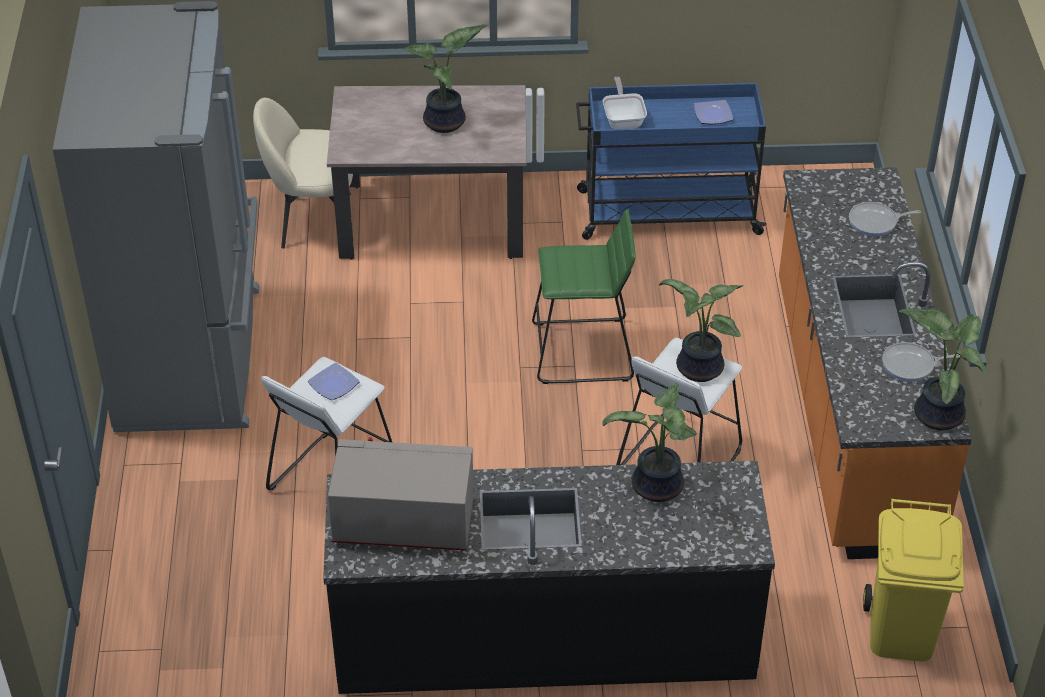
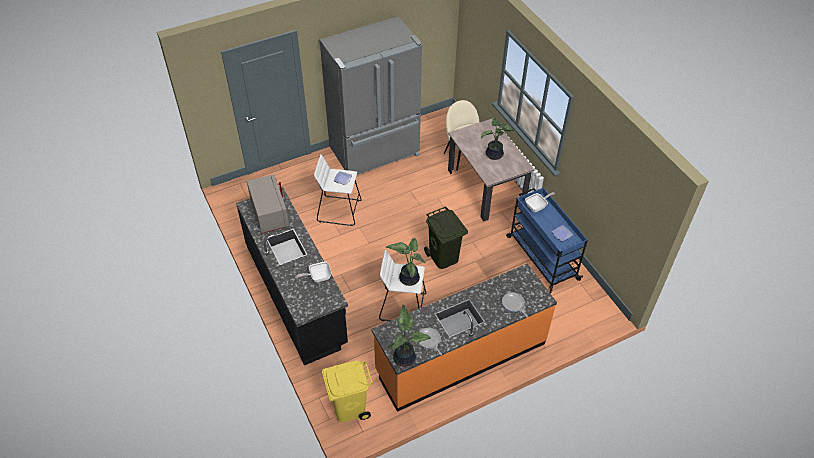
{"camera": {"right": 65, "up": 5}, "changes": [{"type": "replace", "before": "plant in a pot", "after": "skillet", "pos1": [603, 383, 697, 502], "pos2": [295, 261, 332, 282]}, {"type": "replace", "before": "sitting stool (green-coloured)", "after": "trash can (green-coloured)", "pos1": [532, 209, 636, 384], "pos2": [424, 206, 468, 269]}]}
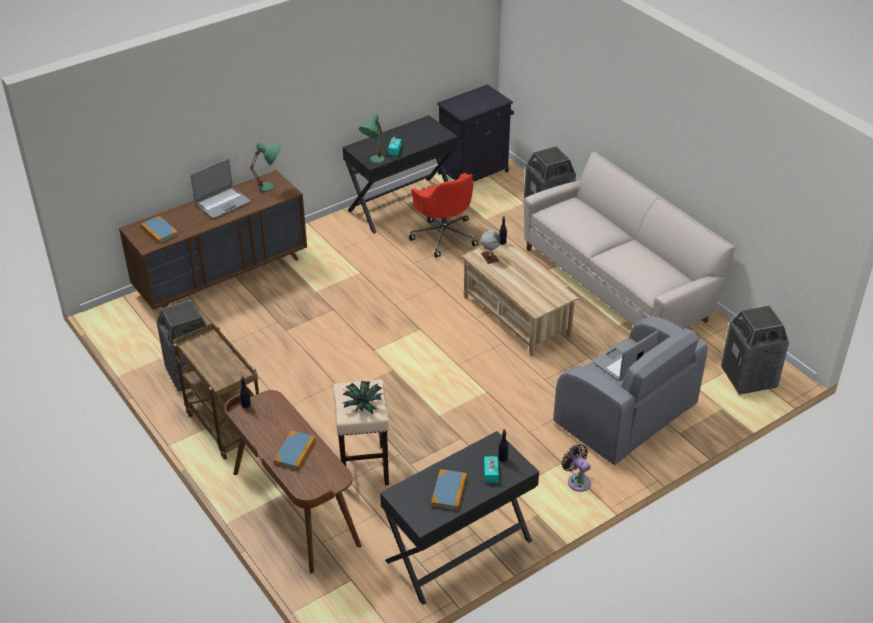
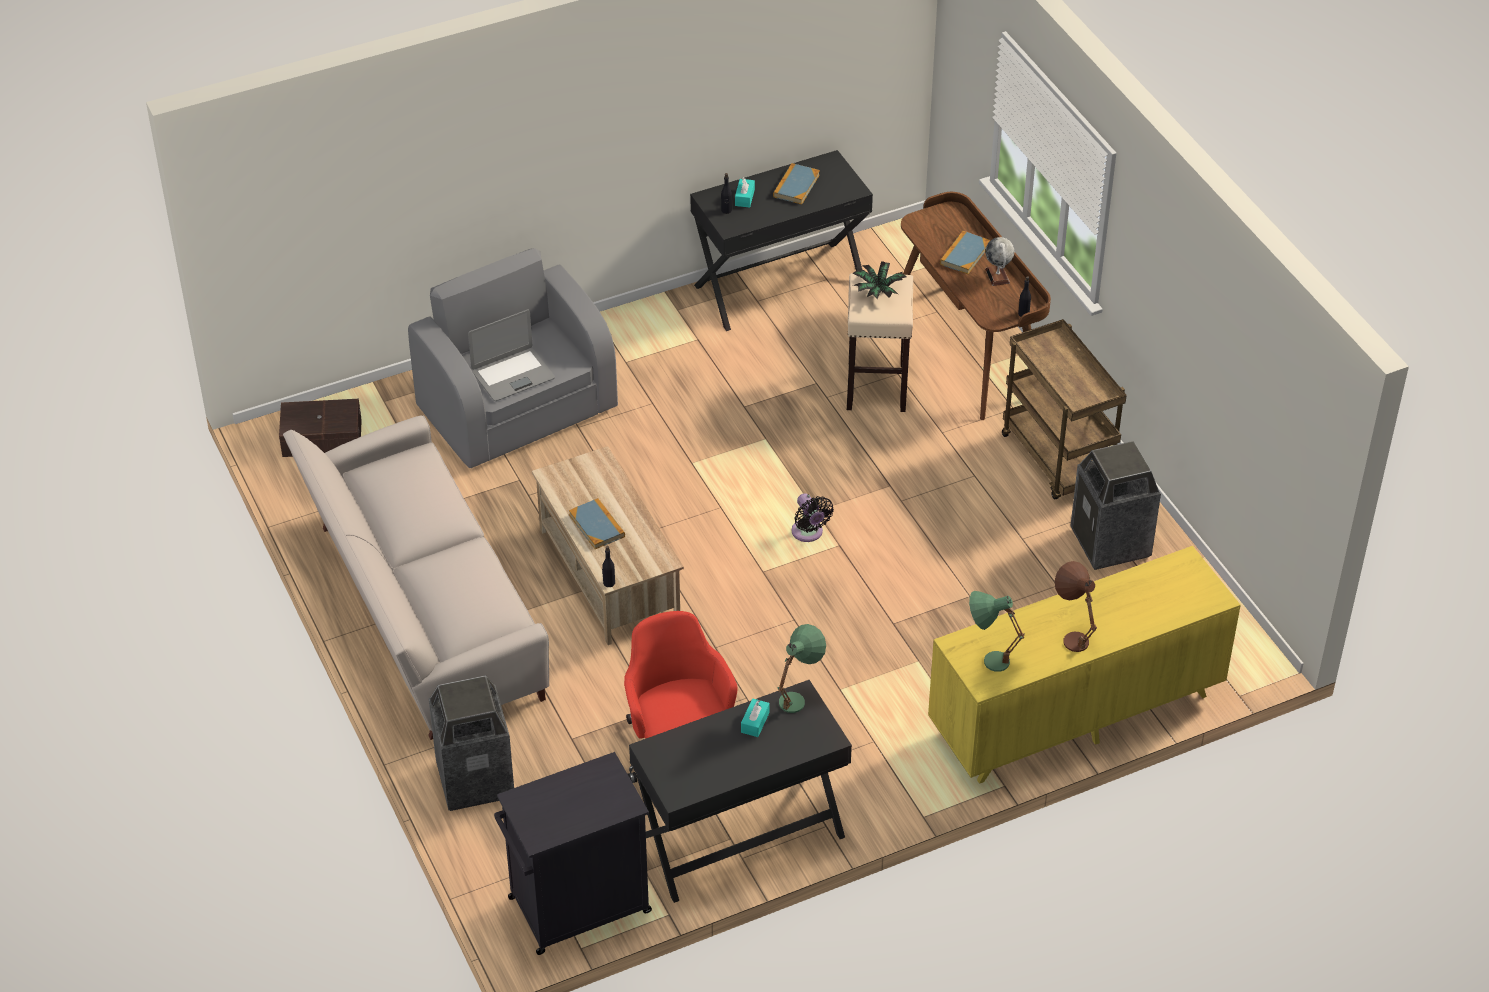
{"camera": {"right": -170, "up": 5}, "changes": [{"type": "replace", "before": "trash can", "after": "storage box (brown)", "pos1": [721, 306, 789, 395], "pos2": [279, 399, 362, 457]}, {"type": "move", "before": "bound book", "pos1": [141, 216, 178, 243], "pos2": [569, 498, 625, 549]}, {"type": "move", "before": "fan (black)", "pos1": [561, 444, 591, 492], "pos2": [792, 493, 834, 542]}, {"type": "recolor", "before": "drawer chest (brown)", "after": "drawer chest (yellowish)", "pos1": [119, 170, 307, 310], "pos2": [928, 546, 1241, 784]}, {"type": "move", "before": "globe", "pos1": [481, 229, 501, 264], "pos2": [985, 237, 1014, 286]}, {"type": "replace", "before": "laptop", "after": "lamp for a table (brown)", "pos1": [190, 159, 250, 218], "pos2": [1055, 561, 1097, 652]}]}
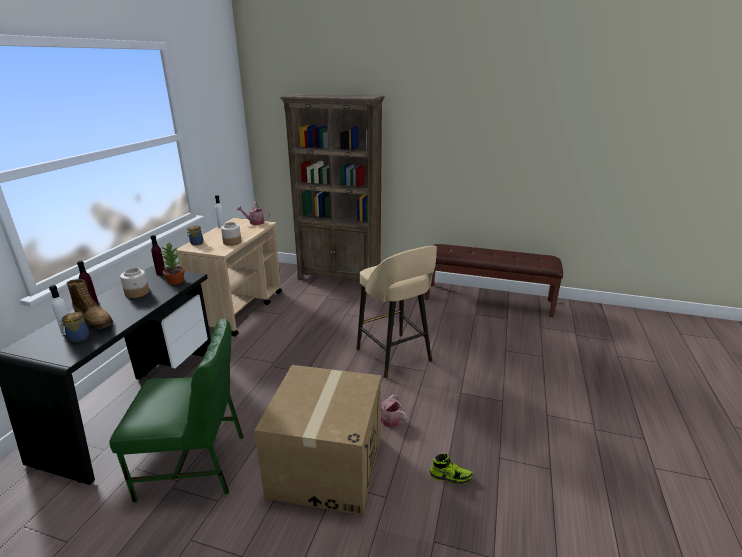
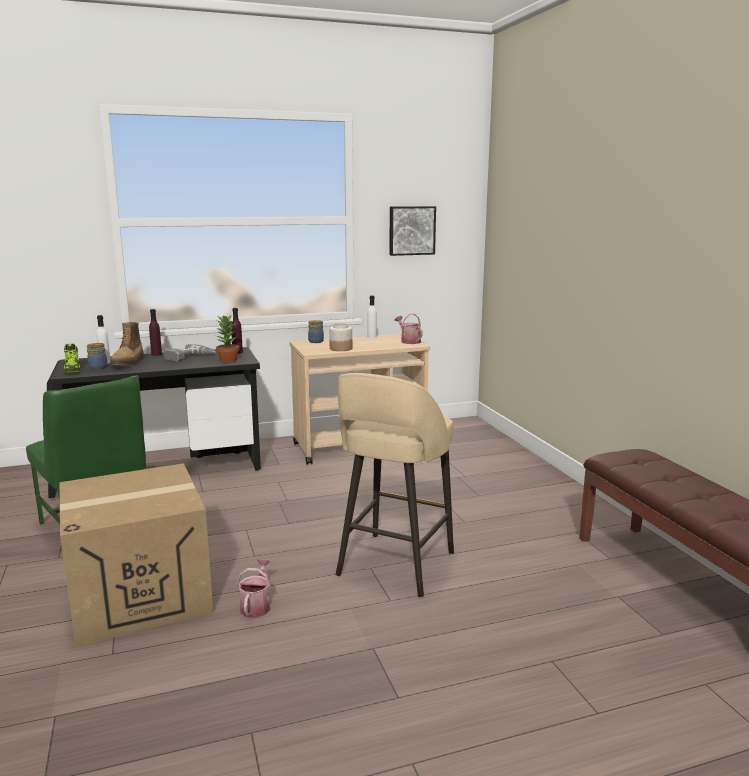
{"camera": {"right": 55, "up": -10}, "changes": [{"type": "move", "before": "shoe", "pos1": [430, 453, 473, 485], "pos2": [64, 343, 81, 373]}, {"type": "replace", "before": "storage jar", "after": "electric drill", "pos1": [120, 268, 149, 298], "pos2": [164, 344, 216, 362]}, {"type": "insert", "after": "wall picture", "pos2": [389, 206, 436, 256]}, {"type": "delete", "before": "shelving unit (brown)", "pos1": [280, 94, 385, 282]}]}
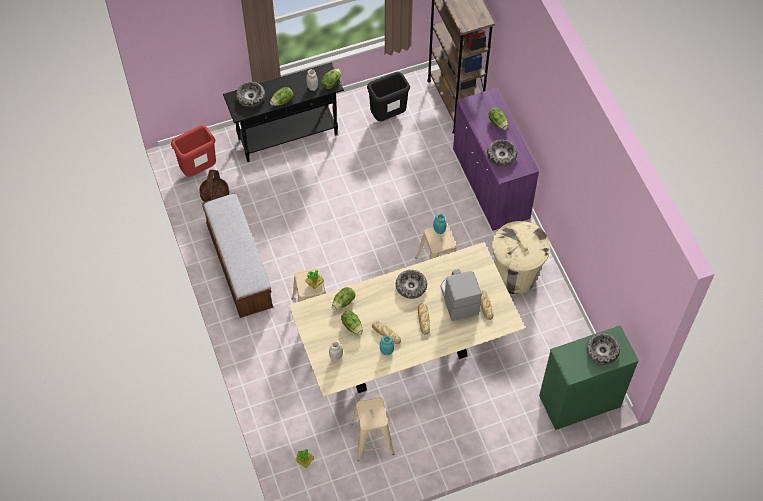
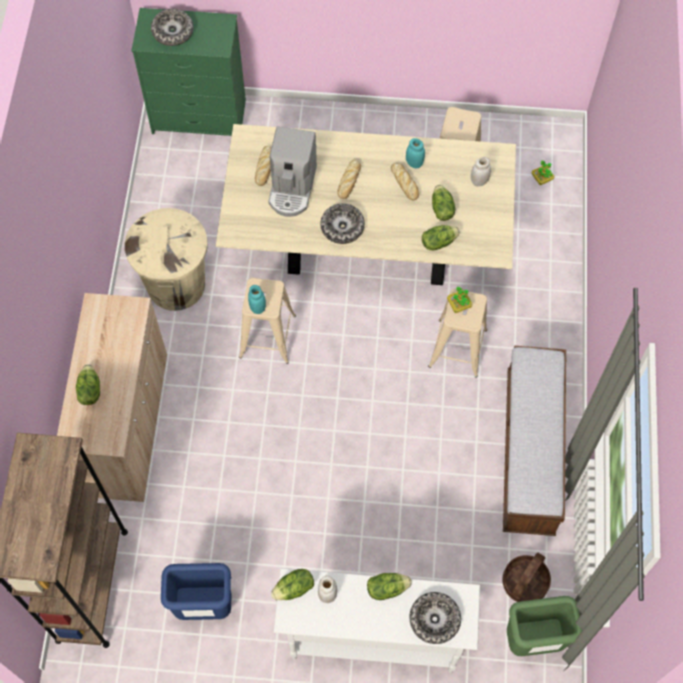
{"camera": {"right": -155, "up": 5}, "changes": [{"type": "recolor", "before": "cupboard (purple-coloured)", "after": "cupboard (beige-coloured)", "pos1": [453, 88, 539, 231], "pos2": [57, 293, 167, 502]}, {"type": "recolor", "before": "trash can (black)", "after": "trash can (bluish)", "pos1": [367, 72, 410, 121], "pos2": [161, 563, 232, 620]}, {"type": "recolor", "before": "narrow table (black)", "after": "narrow table (whitish)", "pos1": [223, 62, 344, 162], "pos2": [273, 568, 480, 673]}, {"type": "recolor", "before": "trash can (reddish)", "after": "trash can (green-coloured)", "pos1": [171, 125, 216, 177], "pos2": [507, 596, 582, 656]}, {"type": "delete", "before": "serving bowl", "pos1": [487, 139, 517, 166]}]}
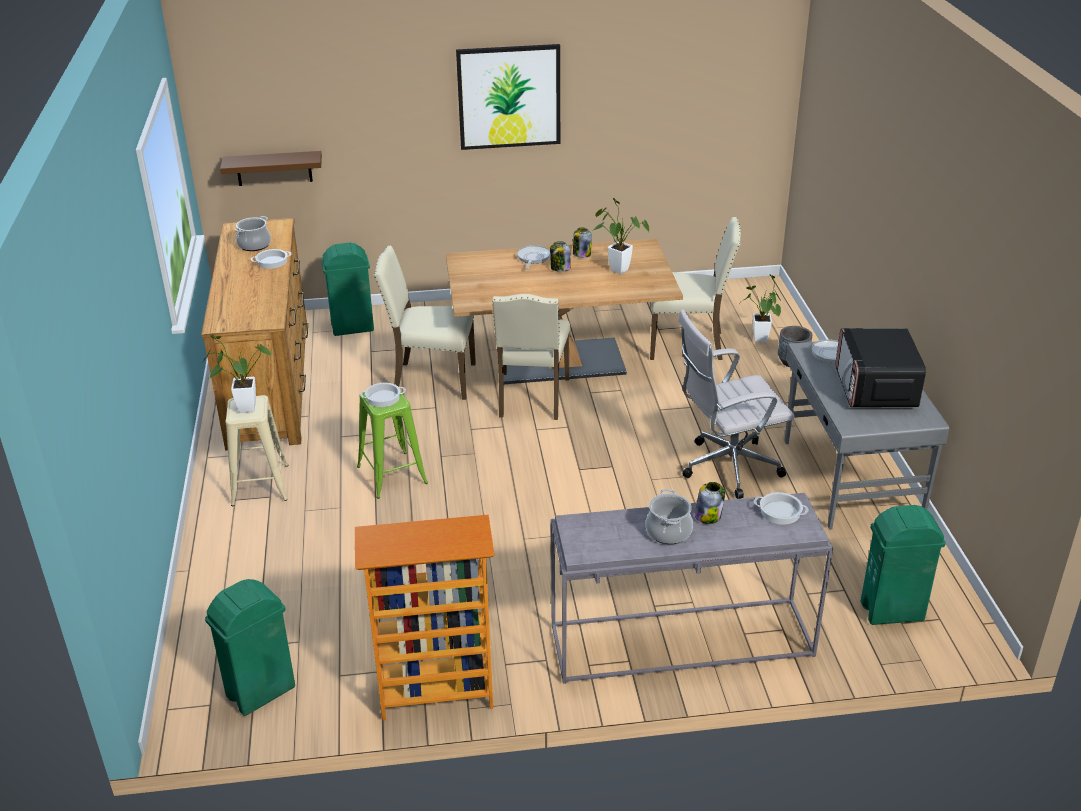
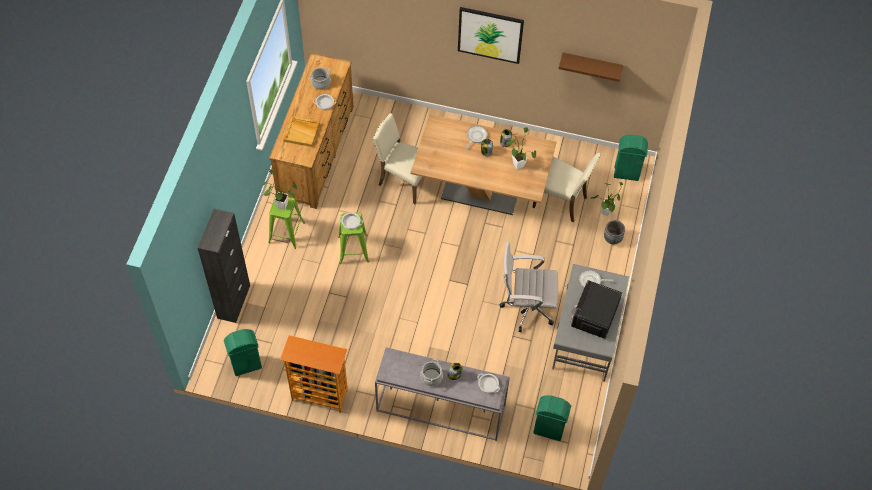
{"camera": {"right": 20, "up": 25}, "changes": [{"type": "insert", "after": "cupboard (black)", "pos2": [198, 209, 250, 323]}, {"type": "recolor", "before": "sitting stool (beige-coloured)", "after": "sitting stool (green-coloured)", "pos1": [225, 395, 288, 506], "pos2": [268, 197, 305, 249]}, {"type": "insert", "after": "serving tray (beige-coloured)", "pos2": [283, 116, 320, 147]}, {"type": "move", "before": "shelf (brown)", "pos1": [220, 151, 322, 186], "pos2": [559, 53, 623, 82]}, {"type": "move", "before": "trash can (green-coloured)", "pos1": [321, 243, 374, 336], "pos2": [614, 134, 648, 181]}, {"type": "delete", "before": "upright chair (beige-coloured)", "pos1": [492, 294, 570, 420]}]}
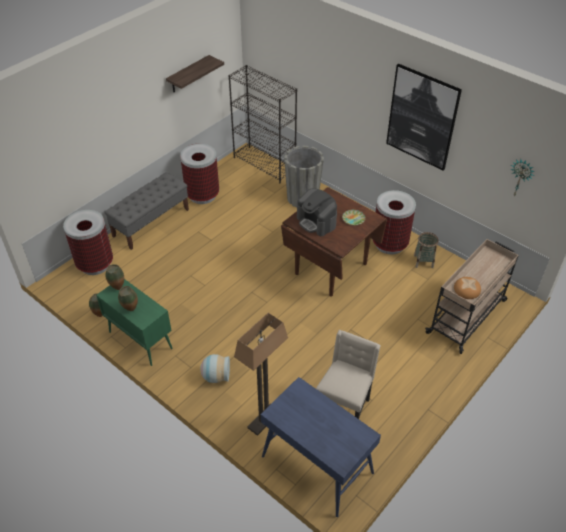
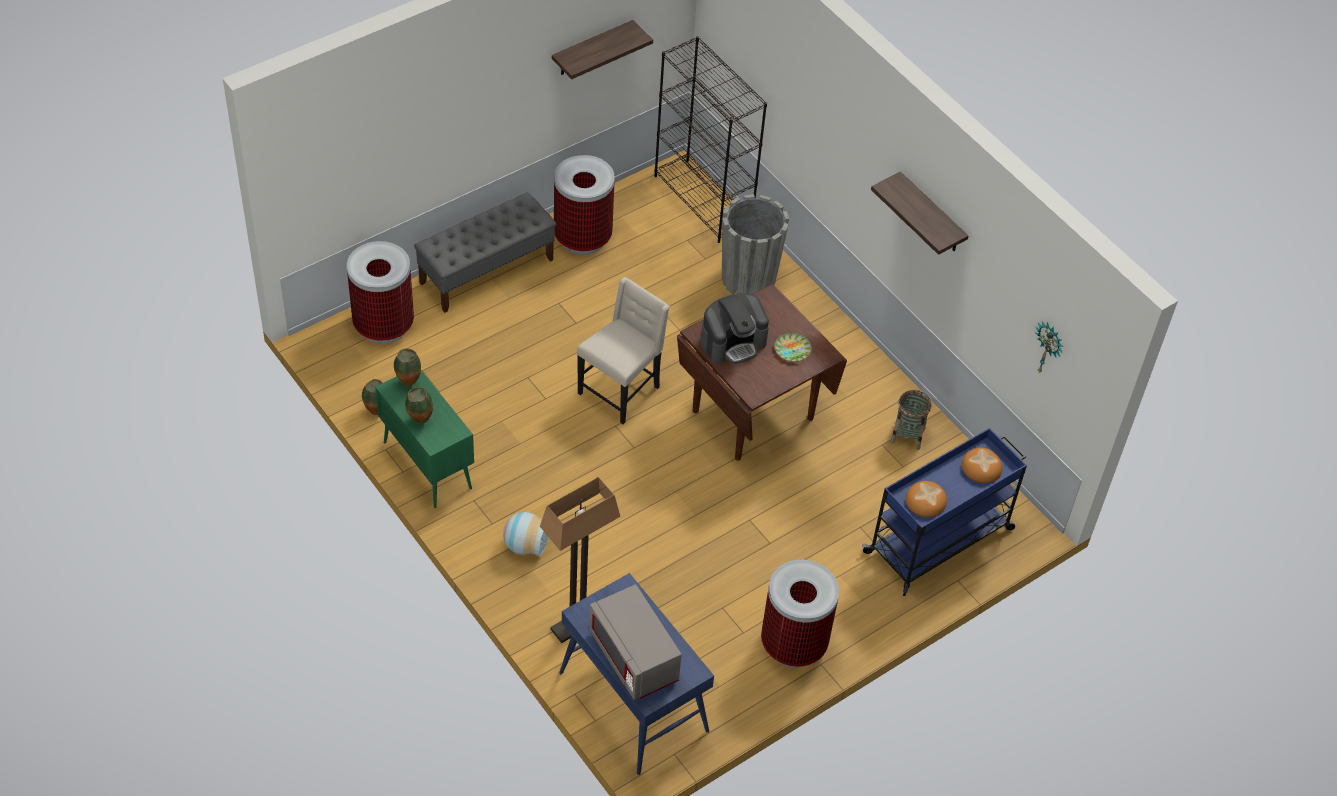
{"camera": {"right": 10, "up": 5}, "changes": [{"type": "move", "before": "upright chair (beige-coloured)", "pos1": [316, 330, 381, 419], "pos2": [577, 277, 670, 424]}, {"type": "insert", "after": "kitchen microwave (greyish)", "pos2": [589, 584, 682, 700]}, {"type": "rotate", "before": "coffee machine", "pos1": [297, 188, 337, 236], "pos2": [701, 293, 769, 364], "turn": -90}, {"type": "move", "before": "trash can", "pos1": [372, 190, 416, 254], "pos2": [761, 560, 839, 668]}, {"type": "recolor", "before": "trolley (beige-coloured)", "after": "trolley (bluish)", "pos1": [425, 239, 519, 354], "pos2": [862, 428, 1027, 596]}, {"type": "replace", "before": "wall picture", "after": "shelf", "pos1": [386, 64, 462, 170], "pos2": [871, 172, 969, 255]}, {"type": "insert", "after": "bread", "pos2": [961, 448, 1003, 483]}]}
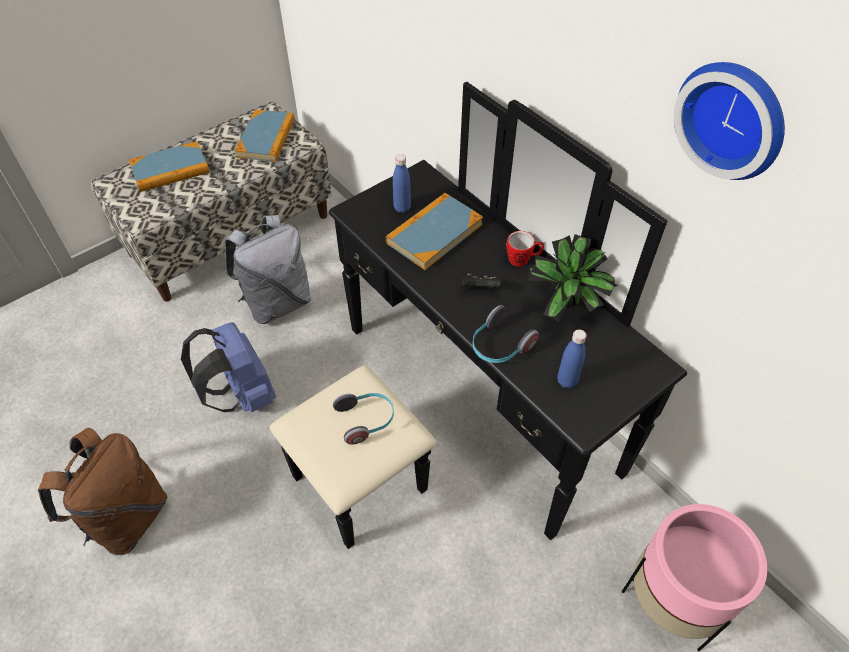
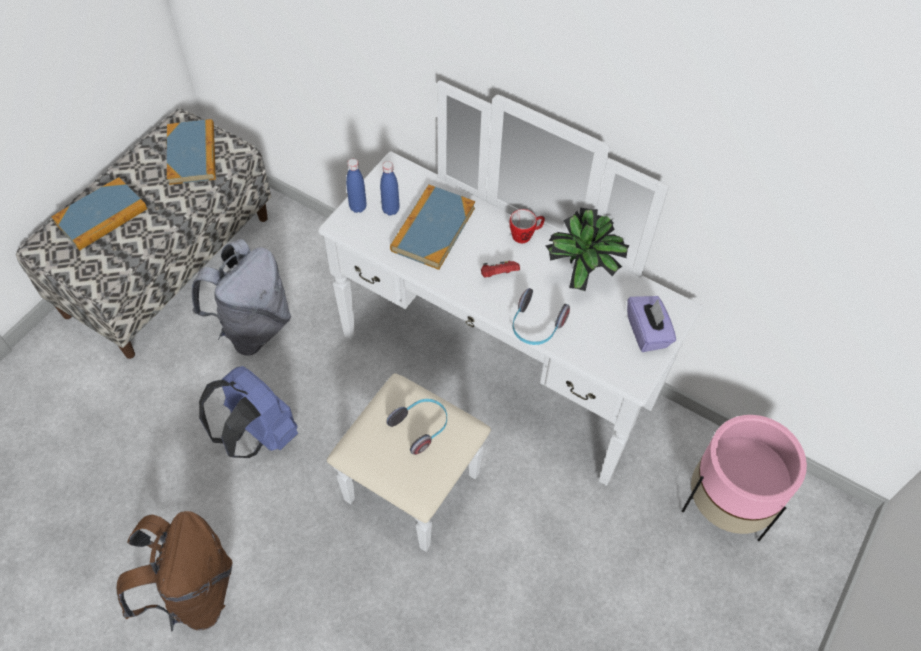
{"camera": {"right": -20, "up": 5}, "changes": [{"type": "recolor", "before": "drawer chest (black)", "after": "drawer chest (whitish)", "pos1": [269, 82, 687, 549], "pos2": [318, 80, 703, 552]}, {"type": "move", "before": "bottle (bluish)", "pos1": [557, 329, 587, 388], "pos2": [346, 159, 367, 213]}, {"type": "recolor", "before": "game controller (black)", "after": "game controller (reddish)", "pos1": [462, 273, 502, 290], "pos2": [481, 260, 520, 278]}, {"type": "insert", "after": "box of tissues (purple-coloured)", "pos2": [627, 296, 676, 352]}, {"type": "delete", "before": "hanging clock", "pos1": [674, 62, 785, 180]}]}
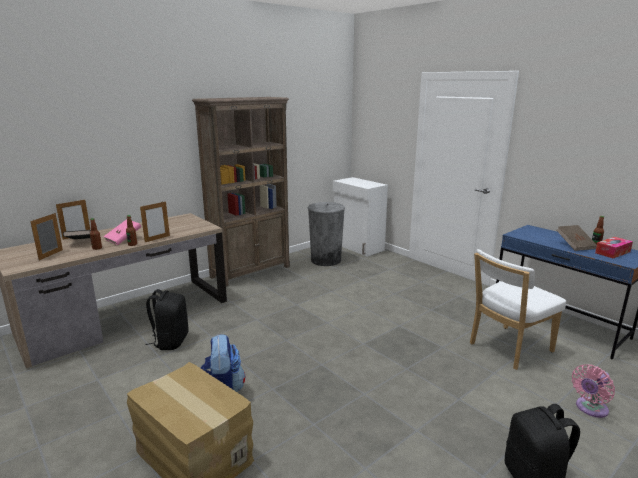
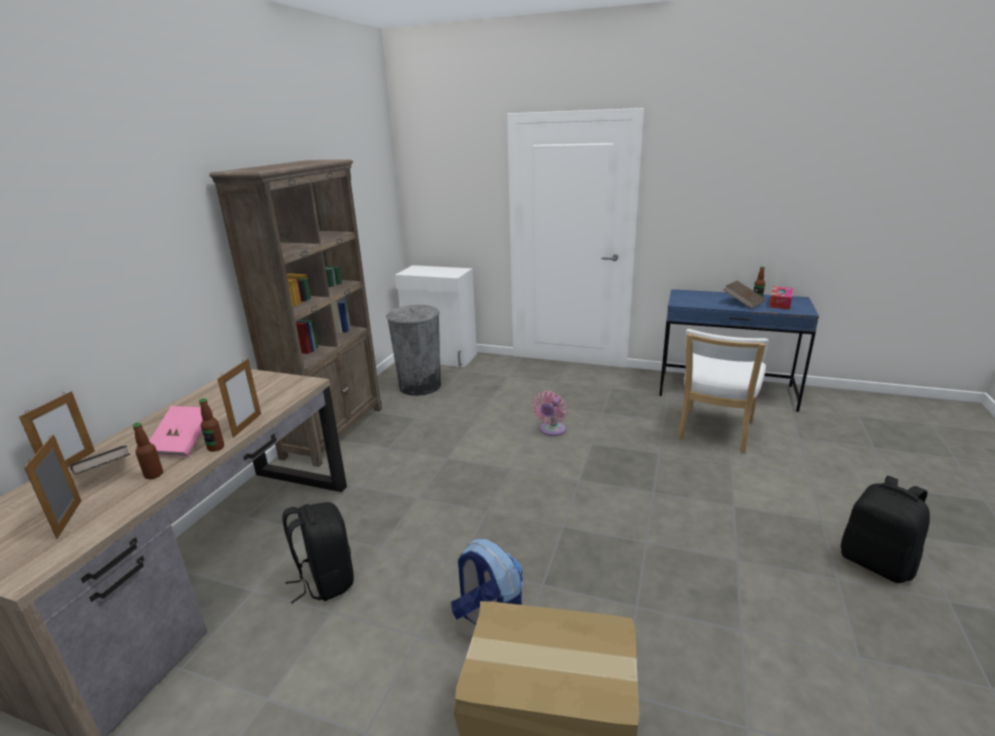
{"camera": {"right": -30, "up": 5}, "changes": [{"type": "move", "before": "fan (pink)", "pos1": [572, 364, 615, 418], "pos2": [532, 391, 567, 436]}]}
